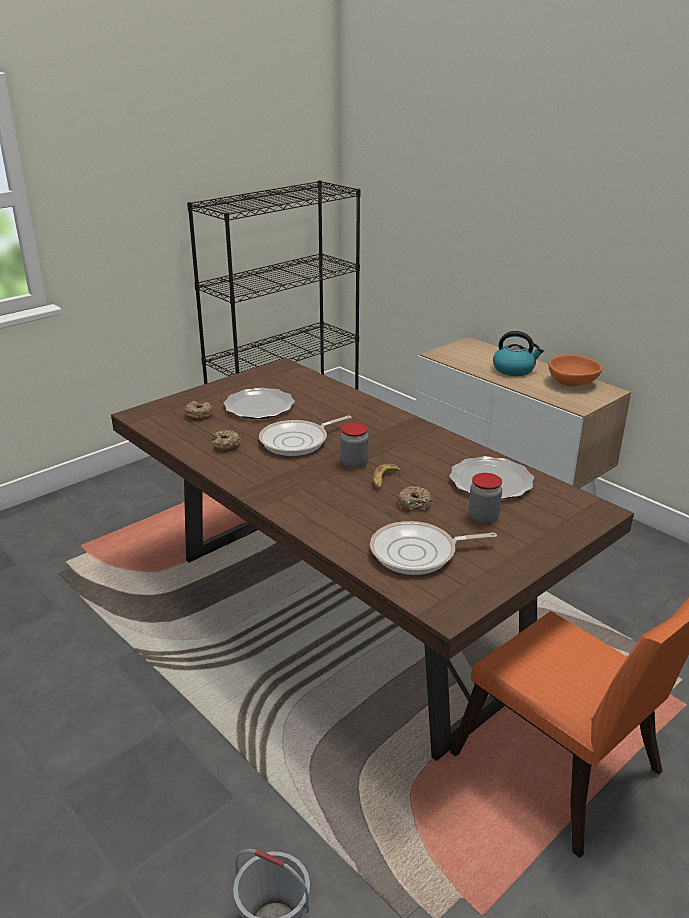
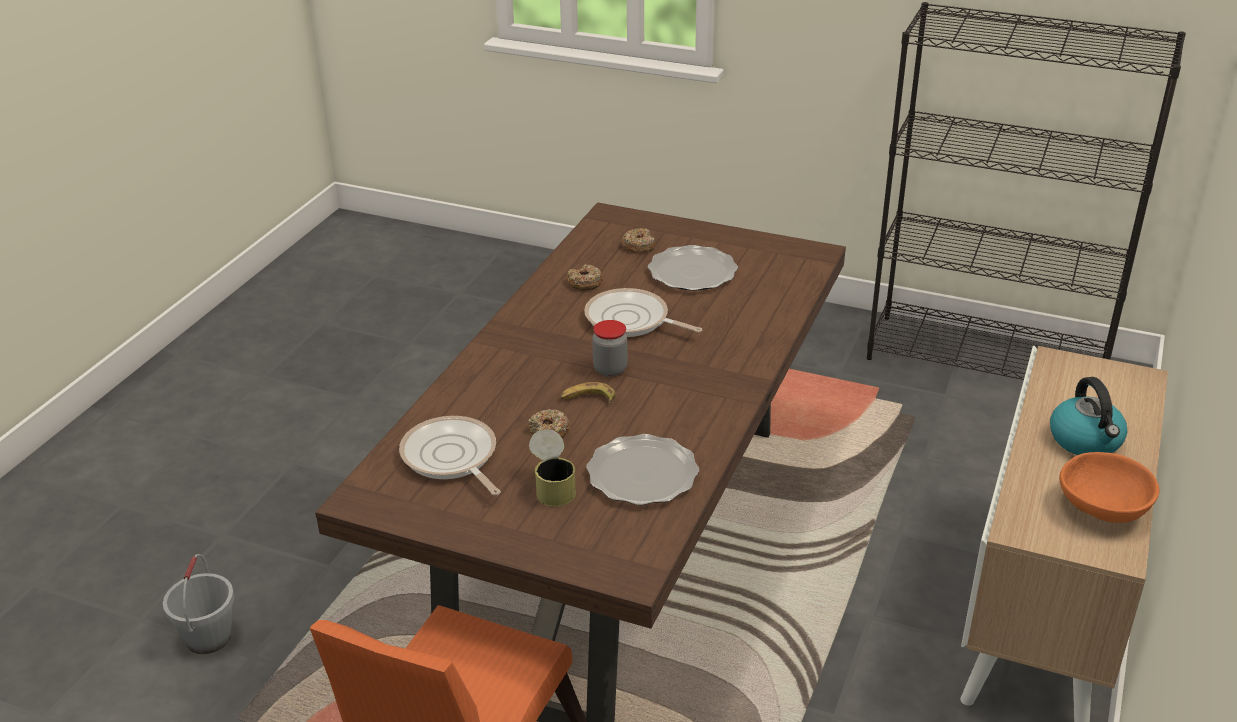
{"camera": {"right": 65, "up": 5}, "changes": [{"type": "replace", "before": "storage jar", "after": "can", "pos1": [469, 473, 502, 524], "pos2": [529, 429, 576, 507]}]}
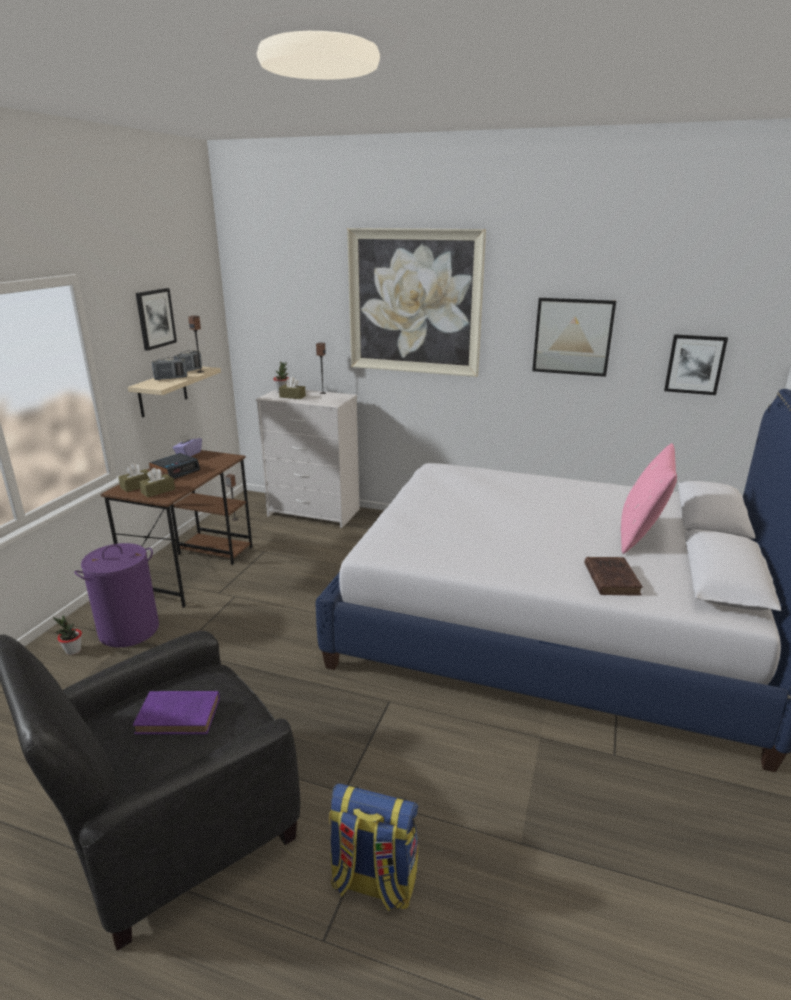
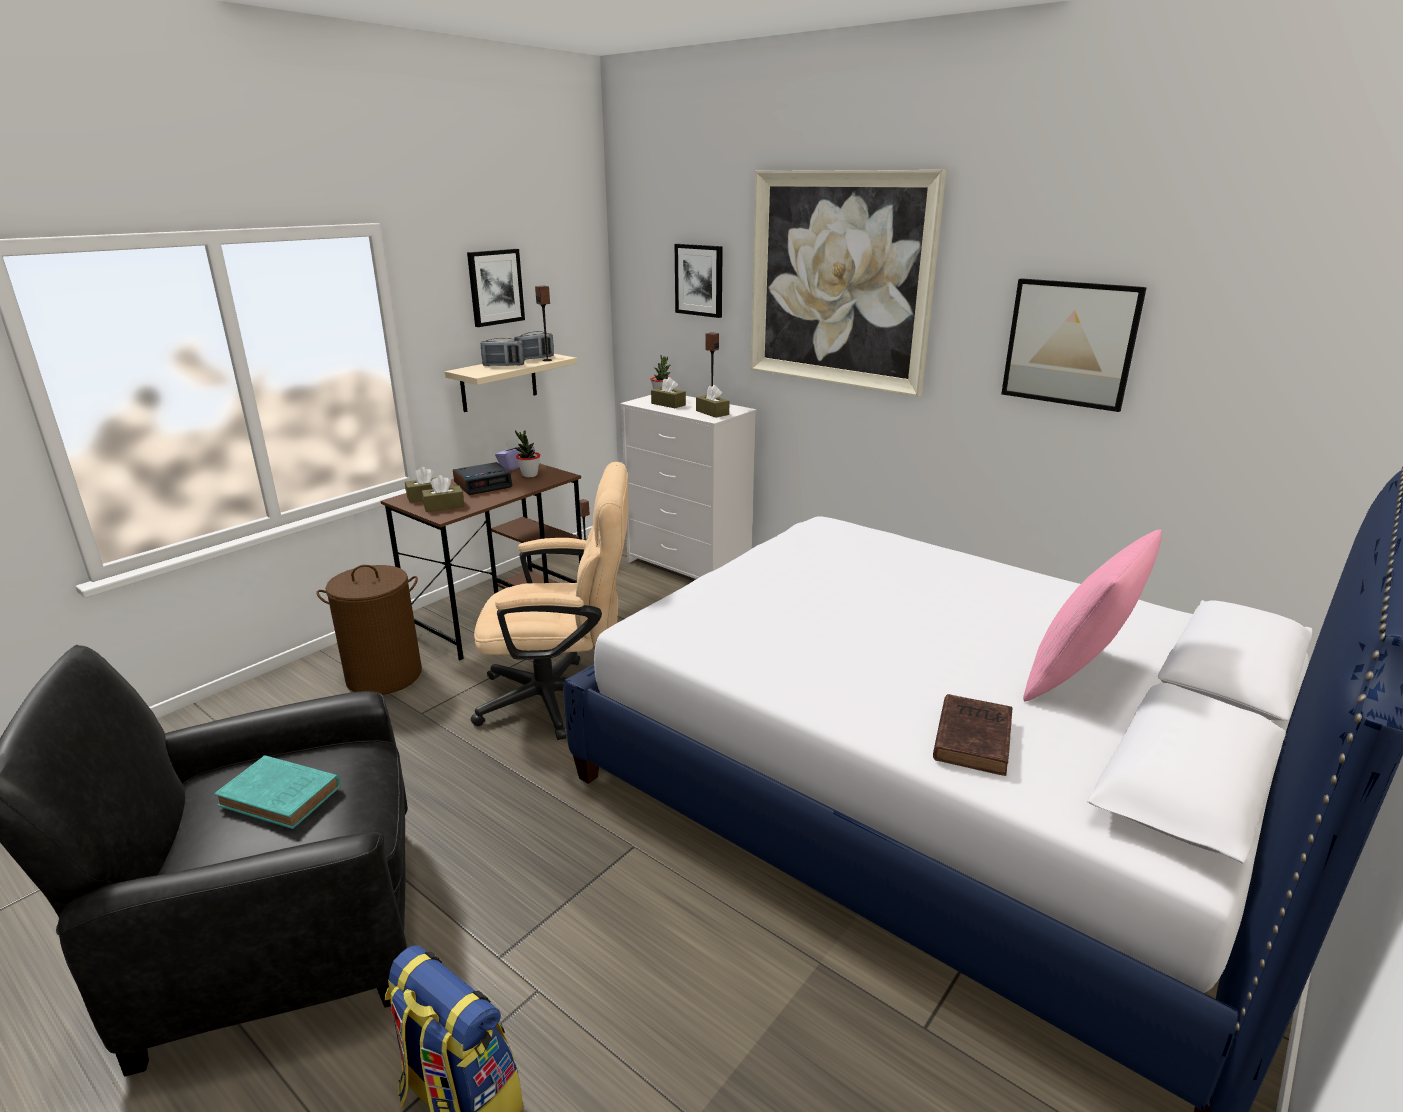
{"camera": {"right": 20, "up": 0}, "changes": [{"type": "recolor", "before": "bound book (purple-coloured)", "after": "bound book (blue-green)", "pos1": [133, 691, 220, 734], "pos2": [214, 755, 341, 829]}, {"type": "recolor", "before": "hamper (purple-coloured)", "after": "hamper (brown)", "pos1": [74, 543, 159, 648], "pos2": [316, 565, 422, 695]}, {"type": "insert", "after": "computer chair (beige-coloured)", "pos2": [471, 462, 629, 740]}, {"type": "move", "before": "plant in a pot", "pos1": [53, 615, 82, 655], "pos2": [515, 430, 540, 477]}, {"type": "move", "before": "wall picture", "pos1": [664, 334, 728, 395], "pos2": [675, 244, 723, 318]}, {"type": "insert", "after": "box of tissues (brown)", "pos2": [696, 385, 729, 418]}]}
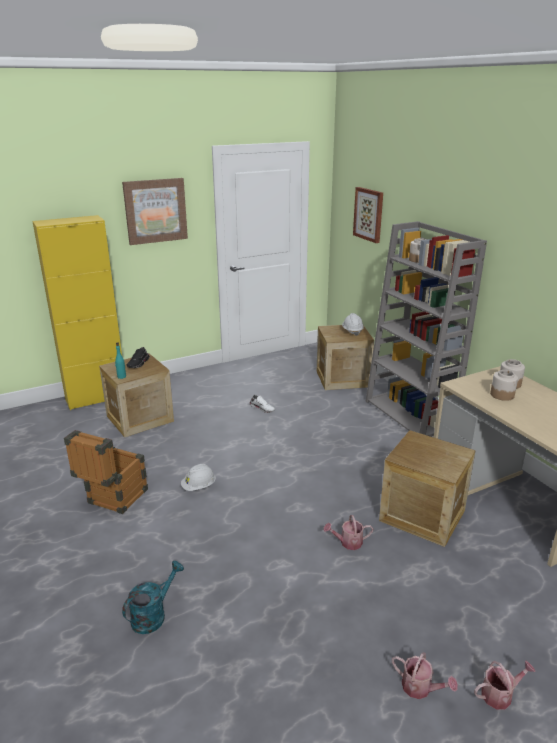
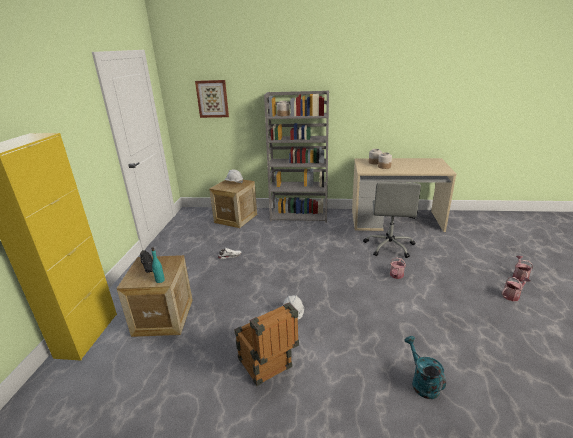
{"camera": {"right": -55, "up": 0}, "changes": [{"type": "replace", "before": "packing crate", "after": "computer chair (greyish)", "pos1": [379, 430, 476, 547], "pos2": [363, 182, 421, 258]}, {"type": "delete", "before": "wall picture", "pos1": [122, 178, 188, 245]}]}
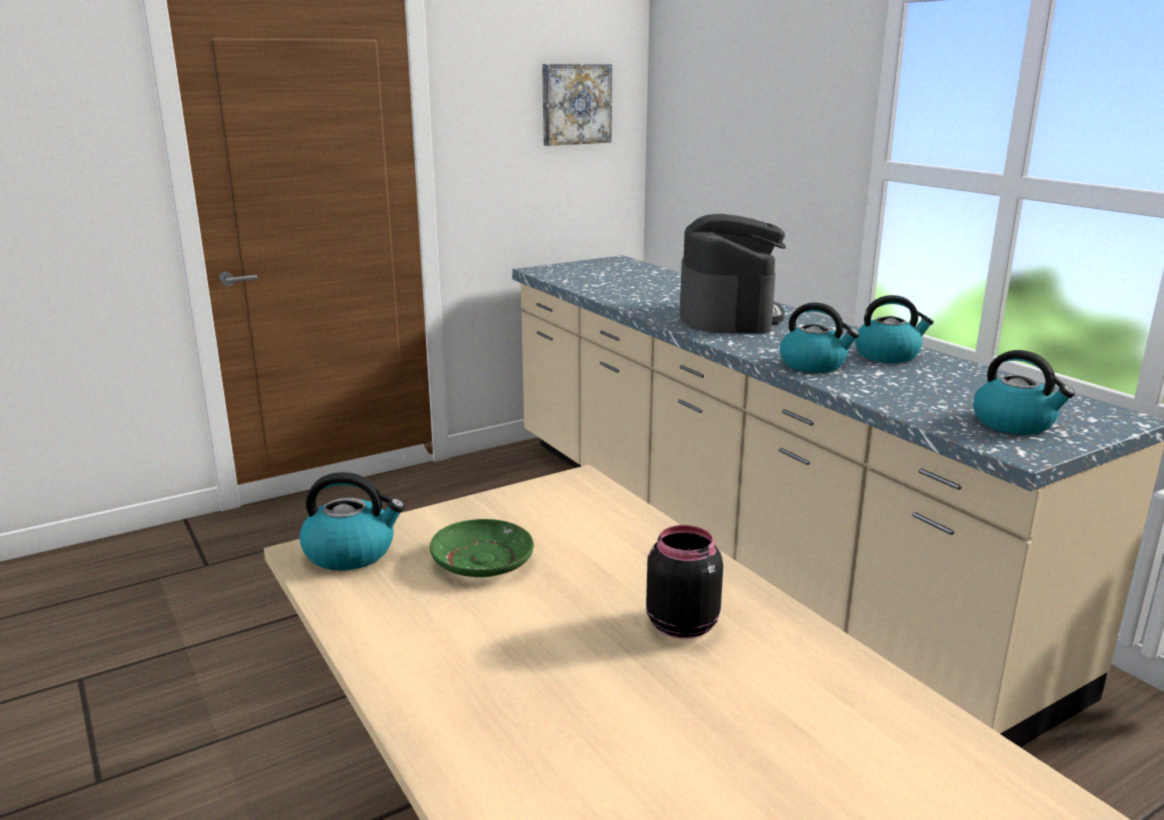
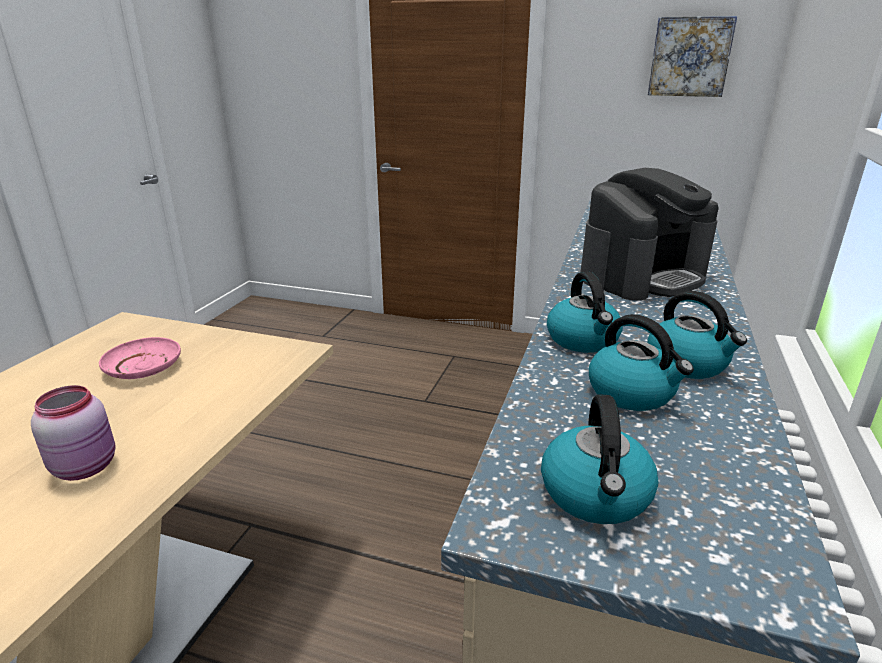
{"camera": {"right": 50, "up": 5}, "changes": [{"type": "recolor", "before": "storage jar (black)", "after": "storage jar (pink)", "pos1": [646, 525, 723, 639], "pos2": [31, 385, 115, 481]}, {"type": "recolor", "before": "flat dish (green-coloured)", "after": "flat dish (pink)", "pos1": [430, 519, 534, 577], "pos2": [99, 337, 181, 379]}, {"type": "move", "before": "kettle", "pos1": [299, 472, 405, 571], "pos2": [589, 314, 694, 411]}]}
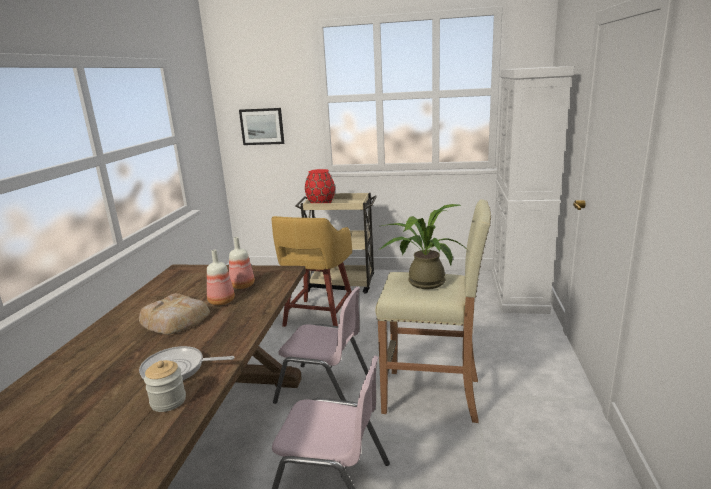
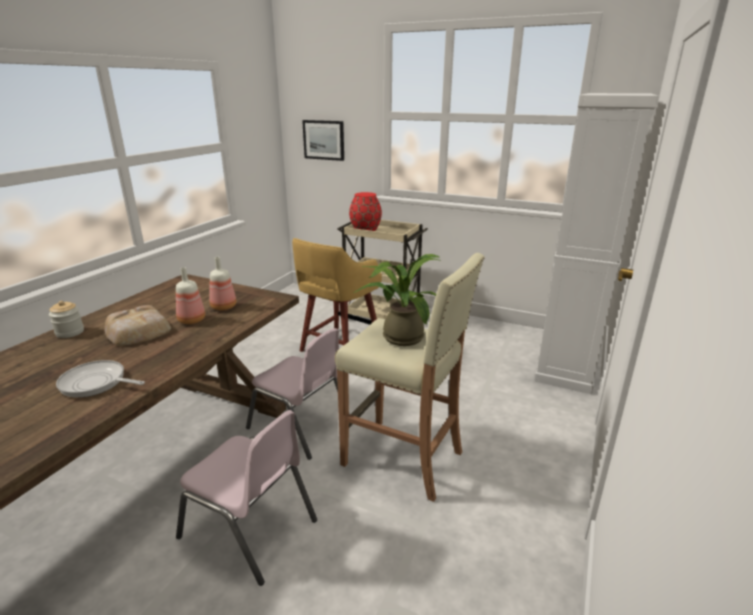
{"camera": {"right": 15, "up": 5}, "changes": [{"type": "move", "before": "storage jar", "pos1": [144, 360, 186, 412], "pos2": [49, 301, 84, 338]}]}
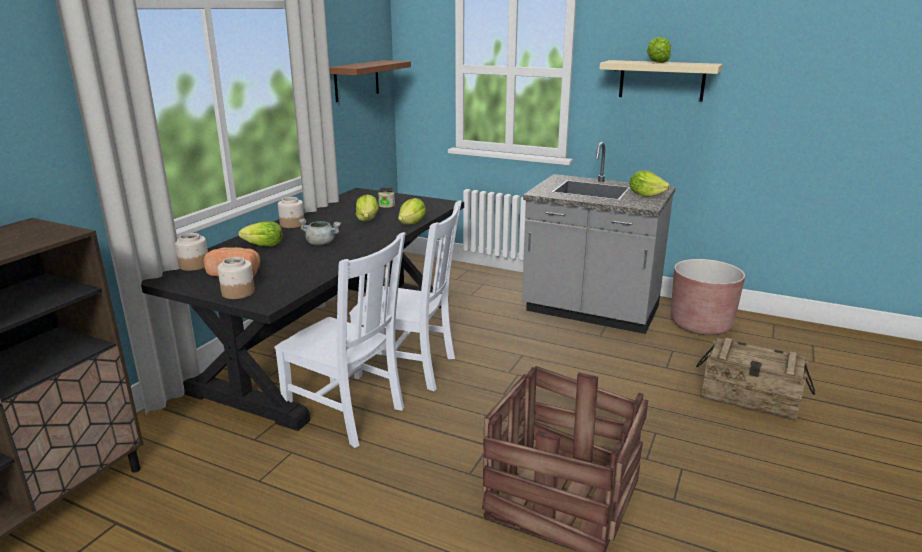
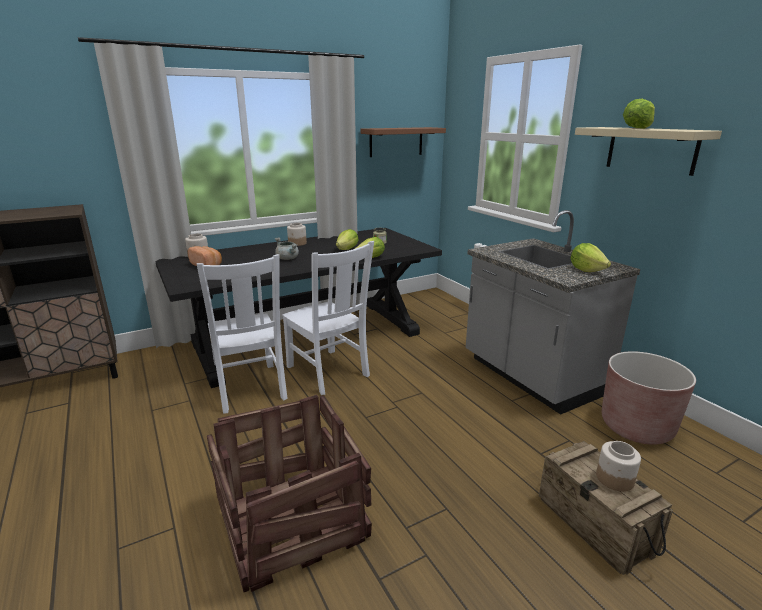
{"camera": {"right": 35, "up": 0}, "changes": [{"type": "move", "before": "storage jar", "pos1": [218, 257, 255, 299], "pos2": [596, 441, 641, 492]}, {"type": "delete", "before": "lettuce head", "pos1": [238, 221, 283, 247]}]}
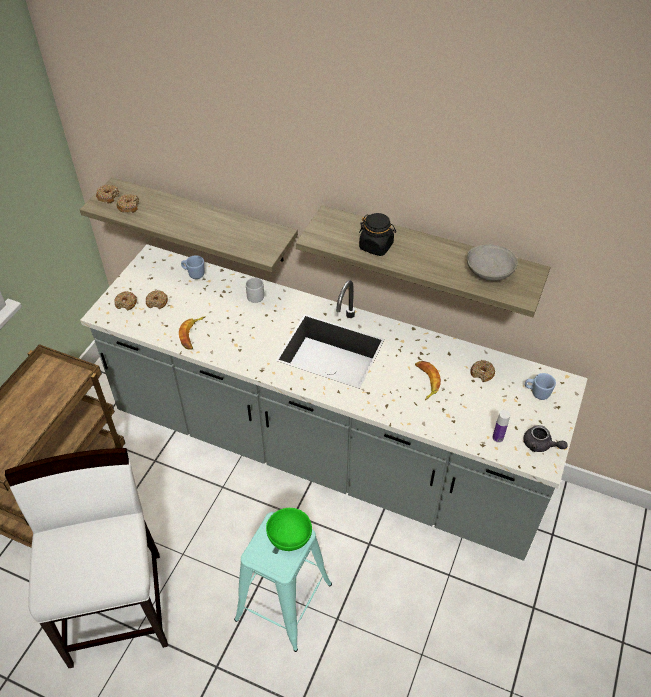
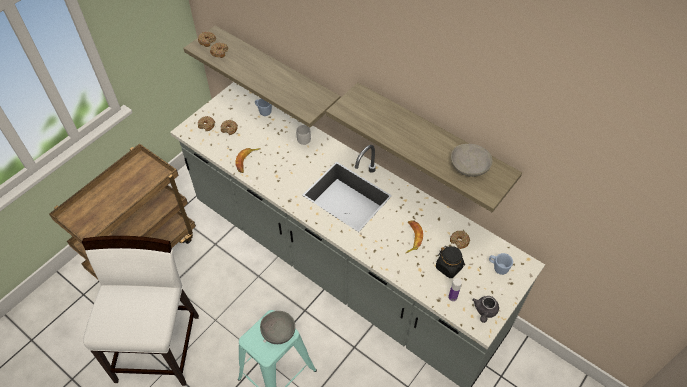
{"camera": {"right": 15, "up": 5}, "changes": [{"type": "recolor", "before": "serving bowl (green-coloured)", "after": "serving bowl (greyish)", "pos1": [266, 508, 312, 551], "pos2": [260, 311, 295, 344]}, {"type": "move", "before": "storage jar (black)", "pos1": [359, 213, 396, 256], "pos2": [436, 246, 465, 278]}, {"type": "rotate", "before": "tea pot (greyish)", "pos1": [523, 425, 568, 452], "pos2": [472, 296, 499, 323], "turn": 60}]}
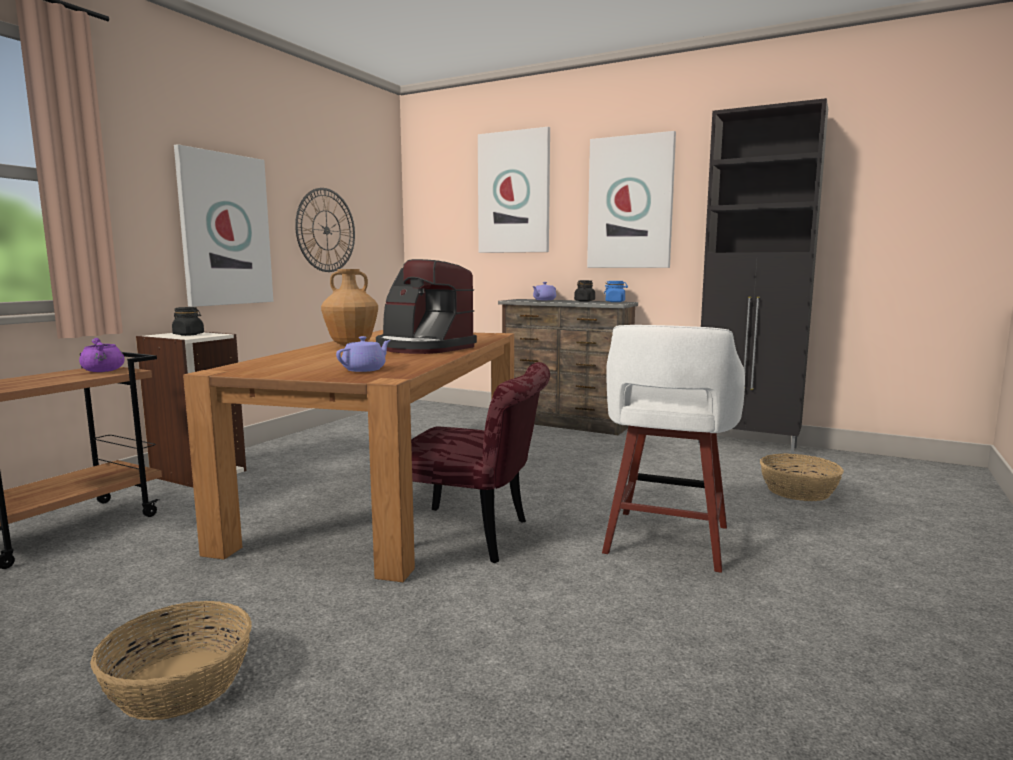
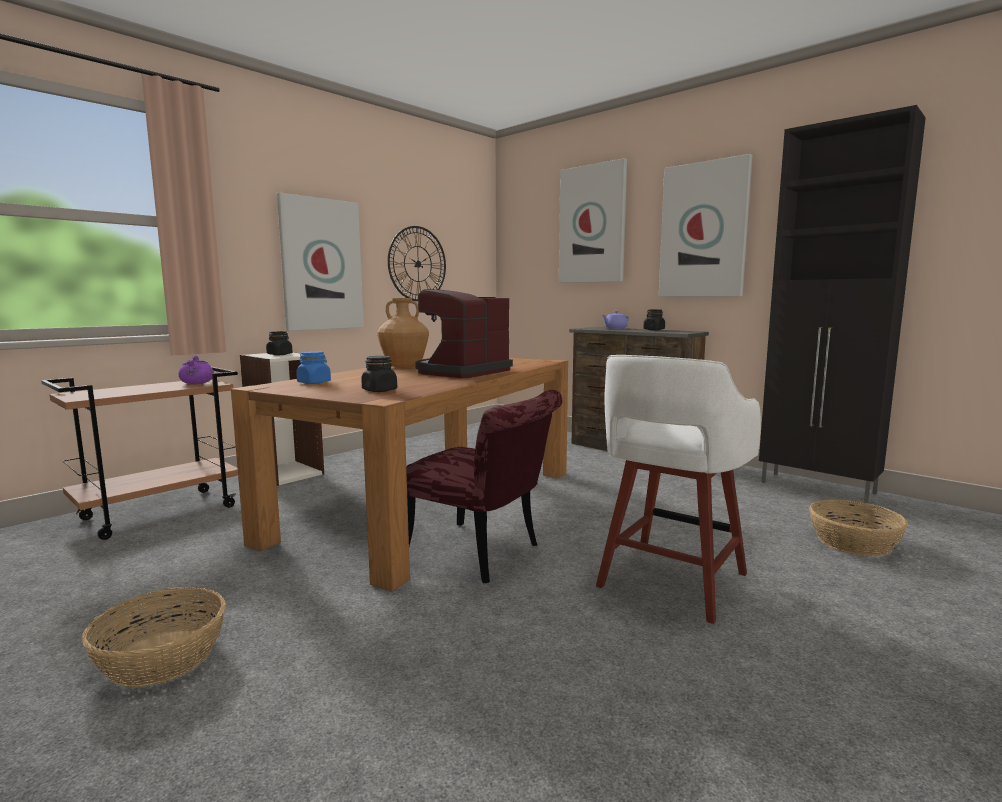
{"camera": {"right": 15, "up": 0}, "changes": [{"type": "move", "before": "storage jar (bluish)", "pos1": [604, 281, 628, 302], "pos2": [296, 351, 331, 384]}, {"type": "replace", "before": "tea pot (purple-coloured)", "after": "storage jar (black)", "pos1": [336, 336, 391, 372], "pos2": [361, 356, 397, 392]}, {"type": "rotate", "before": "coffee machine", "pos1": [376, 259, 477, 354], "pos2": [415, 289, 513, 378], "turn": 75}]}
